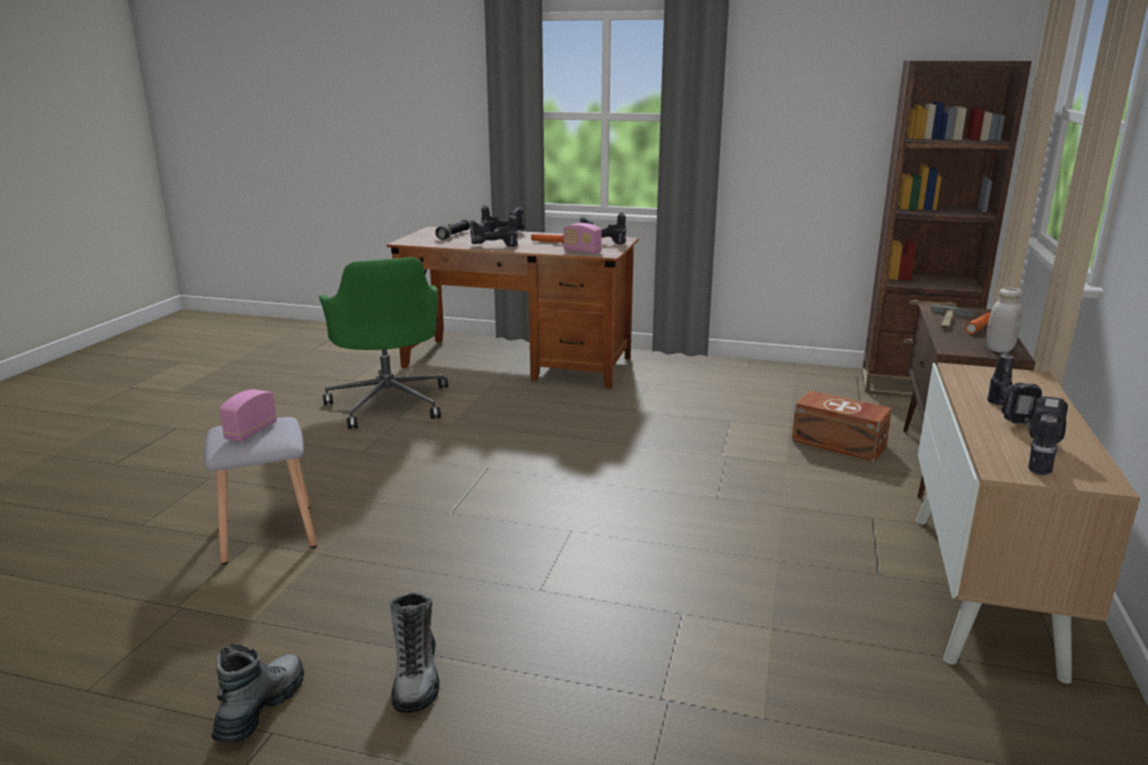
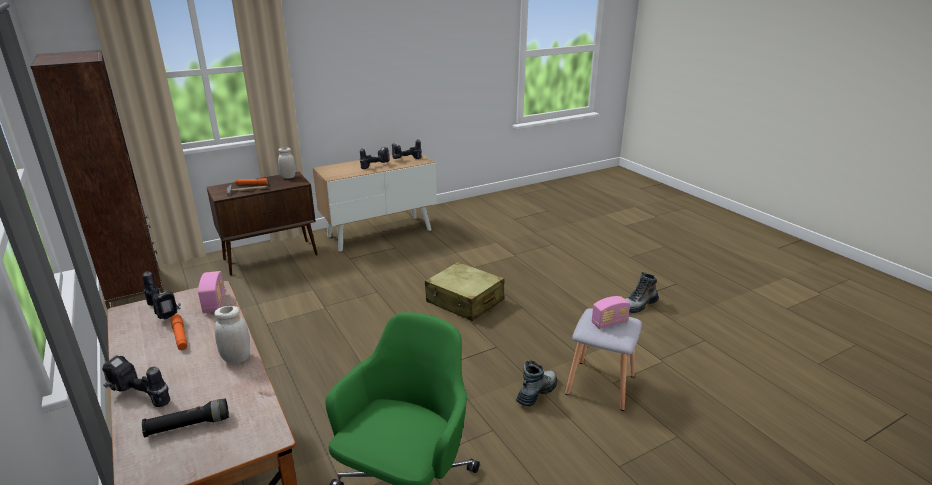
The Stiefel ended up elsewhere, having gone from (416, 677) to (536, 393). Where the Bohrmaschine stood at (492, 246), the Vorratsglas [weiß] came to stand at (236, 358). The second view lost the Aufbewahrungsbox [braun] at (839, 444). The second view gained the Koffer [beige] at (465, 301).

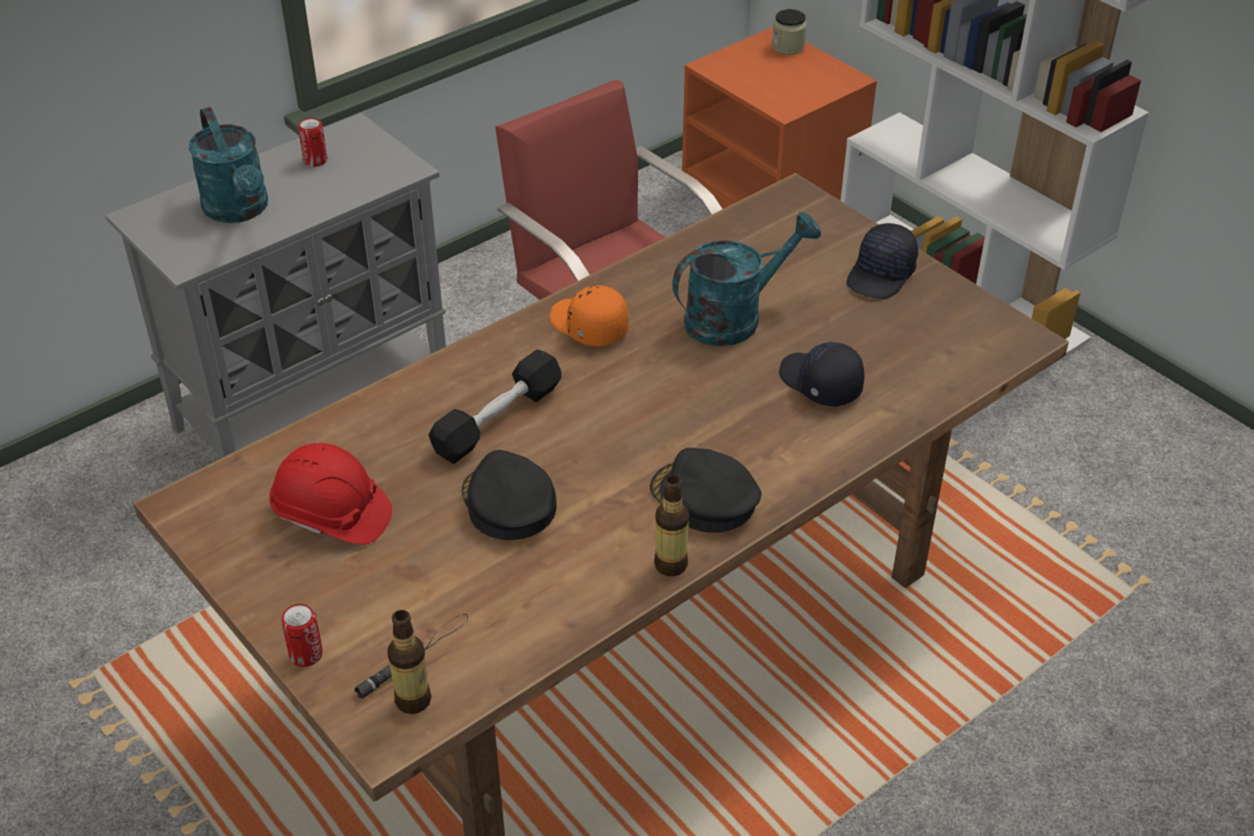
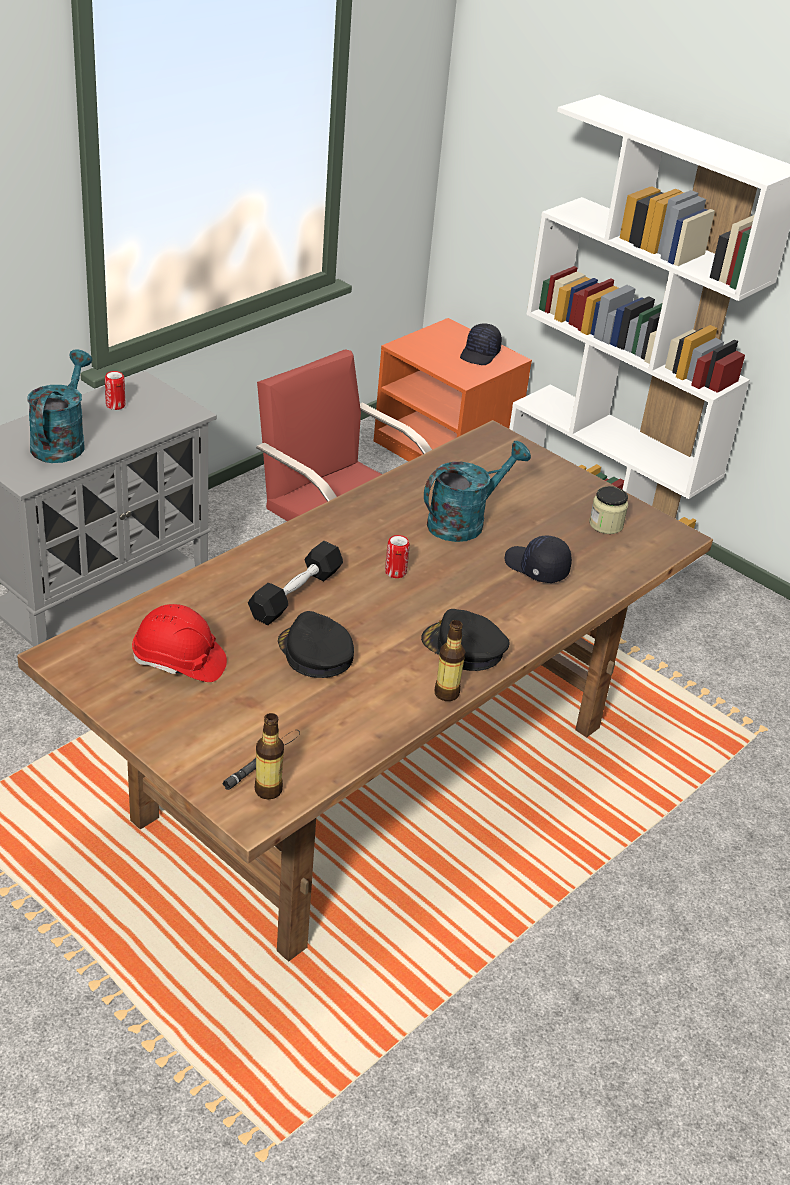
The Gießkanne [türkis] at (240, 210) ended up facing another way, 135 degrees counterclockwise from before. The Dose ended up elsewhere, having gone from (306, 654) to (395, 572). The second view lost the Kappe [orange] at (588, 326). The Vorratsglas ended up elsewhere, having gone from (788, 47) to (606, 524). The Kappe [schwarz] ended up elsewhere, having gone from (882, 275) to (480, 354).

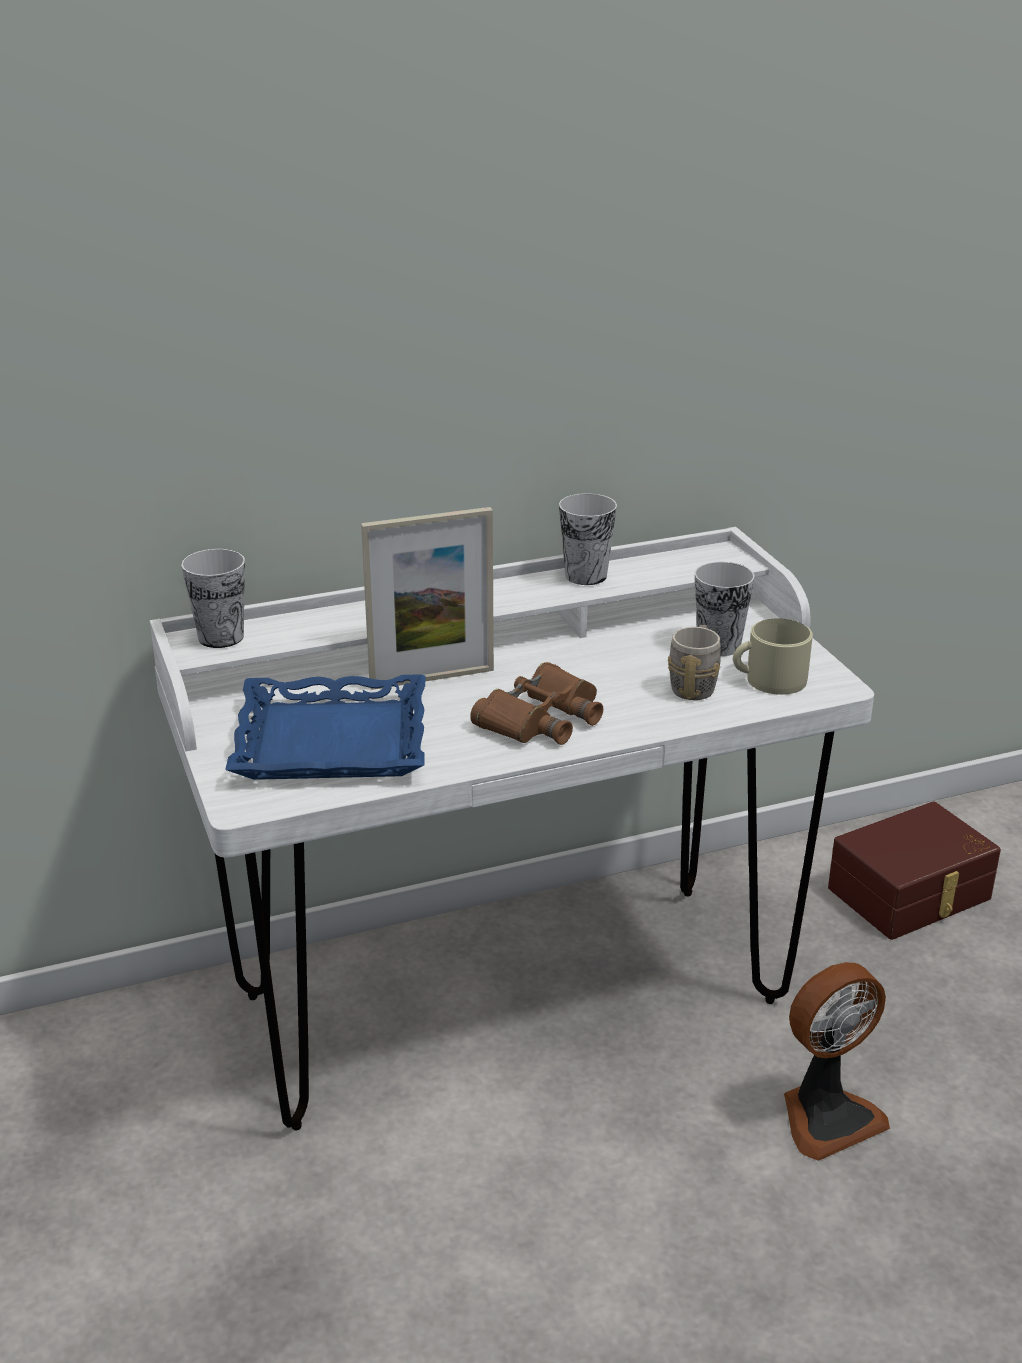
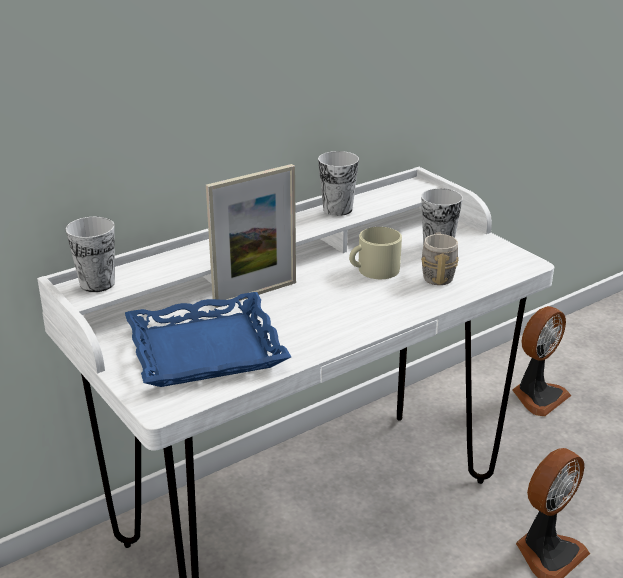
The second view lost the Fernglas [braun] at (541, 718). The Henkelbecher [beige] ended up elsewhere, having gone from (768, 680) to (373, 270). Where the Aufbewahrungsbox [braun] stood at (912, 895), the Ventilator came to stand at (537, 396).

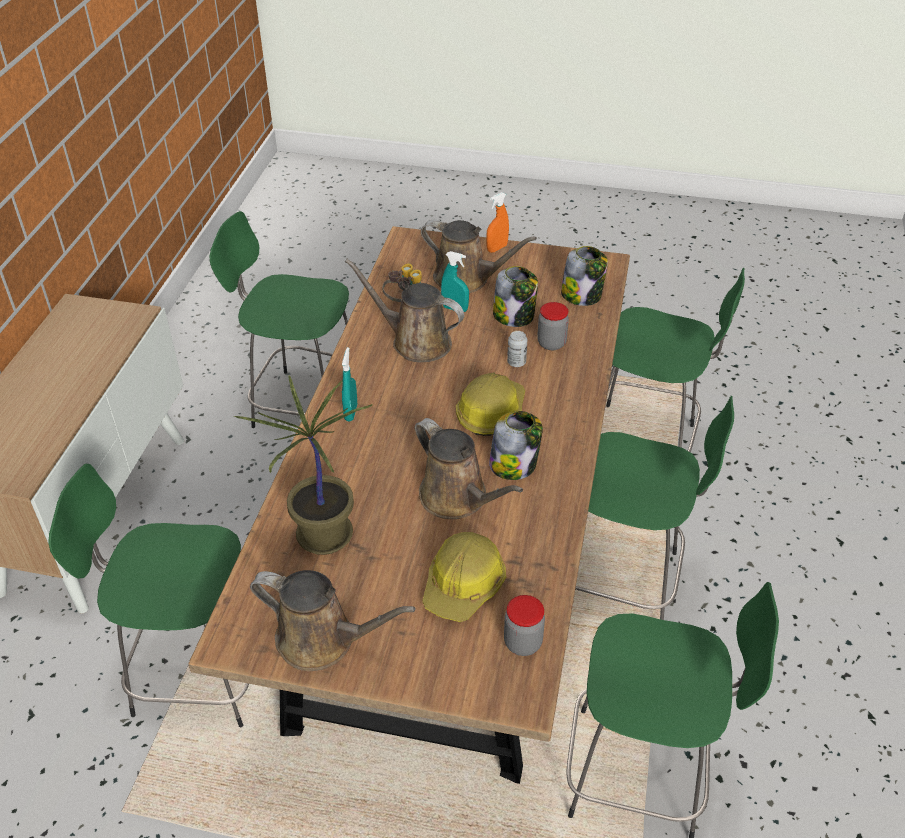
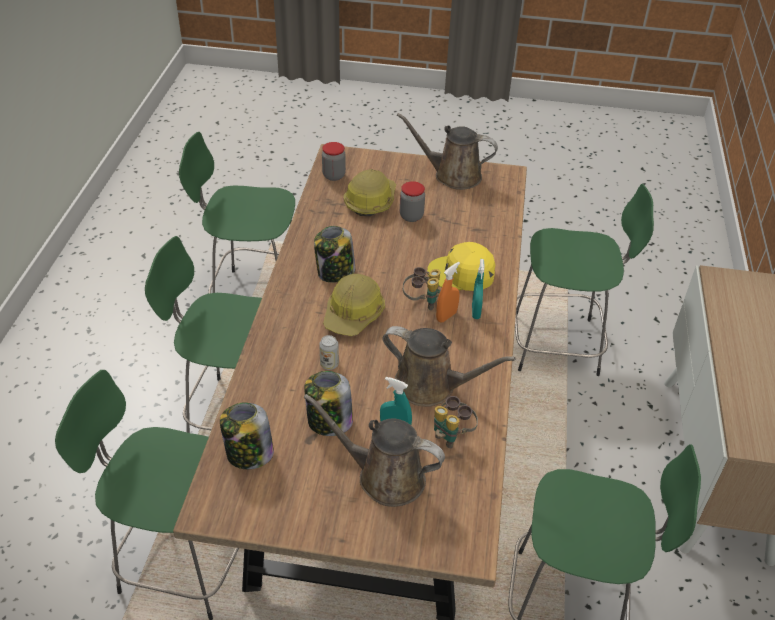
The second view lost the Topfpflanze at (324, 538). The second view lost the Gießkanne [braun] at (458, 498). The Sprühflasche [orange] ended up elsewhere, having gone from (497, 248) to (446, 316). The Vorratsglas ended up elsewhere, having gone from (551, 343) to (411, 216). The second view gained the Fernglas at (421, 302). The second view gained the Kappe [gelb] at (462, 274).

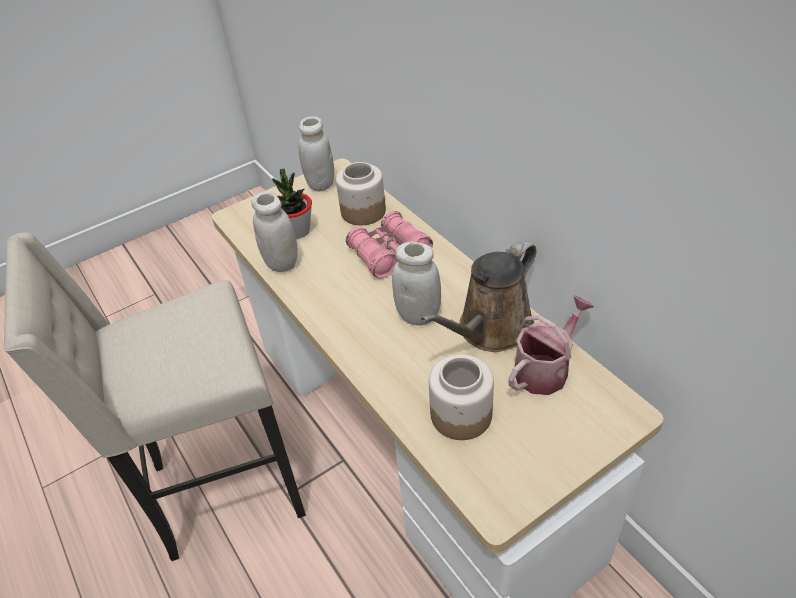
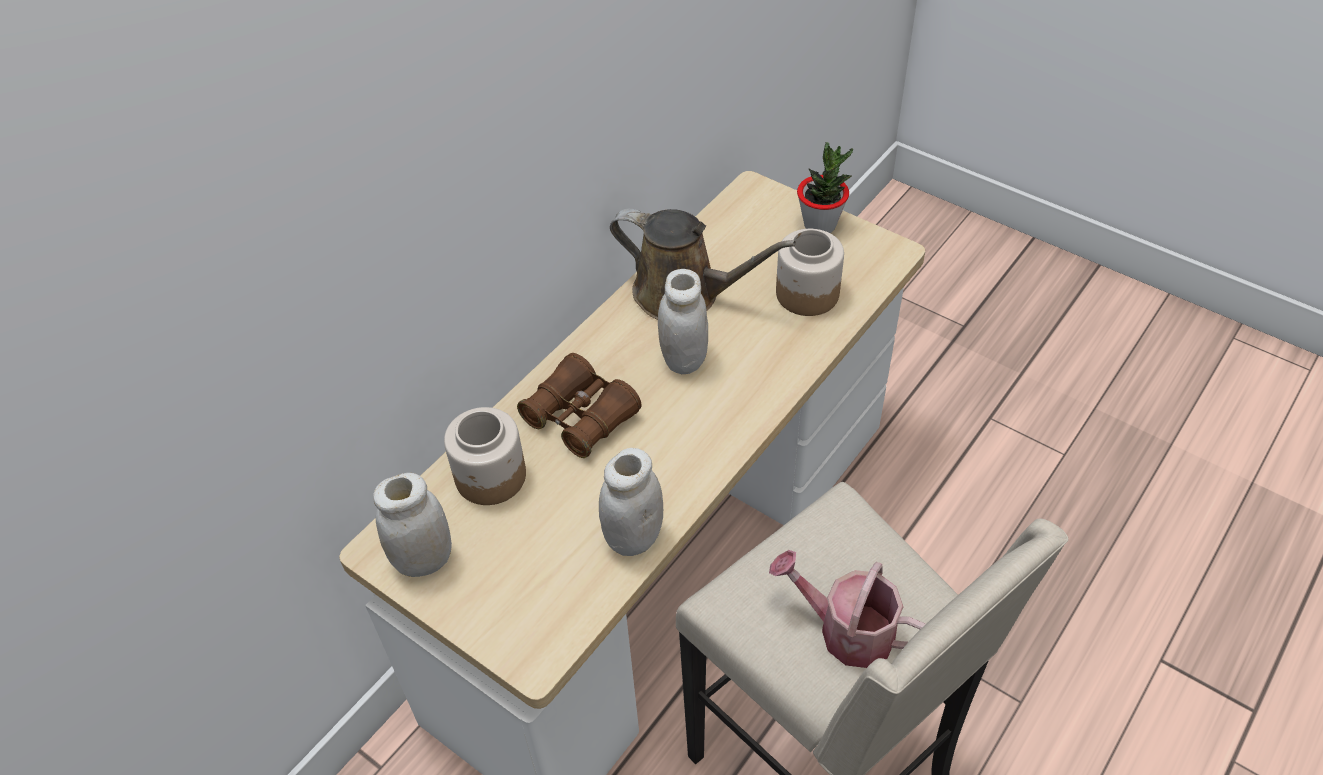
The Topfpflanze ended up elsewhere, having gone from (297, 231) to (820, 225). What was the Fernglas [rosa] at (389, 254) turned into the Fernglas [braun] at (580, 417). The Gießkanne ended up elsewhere, having gone from (546, 368) to (846, 630).

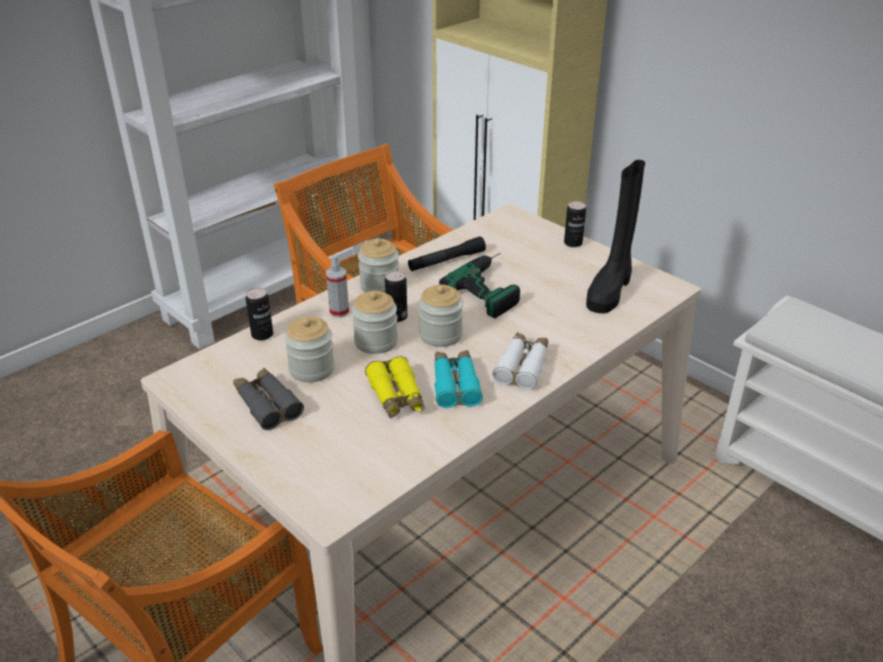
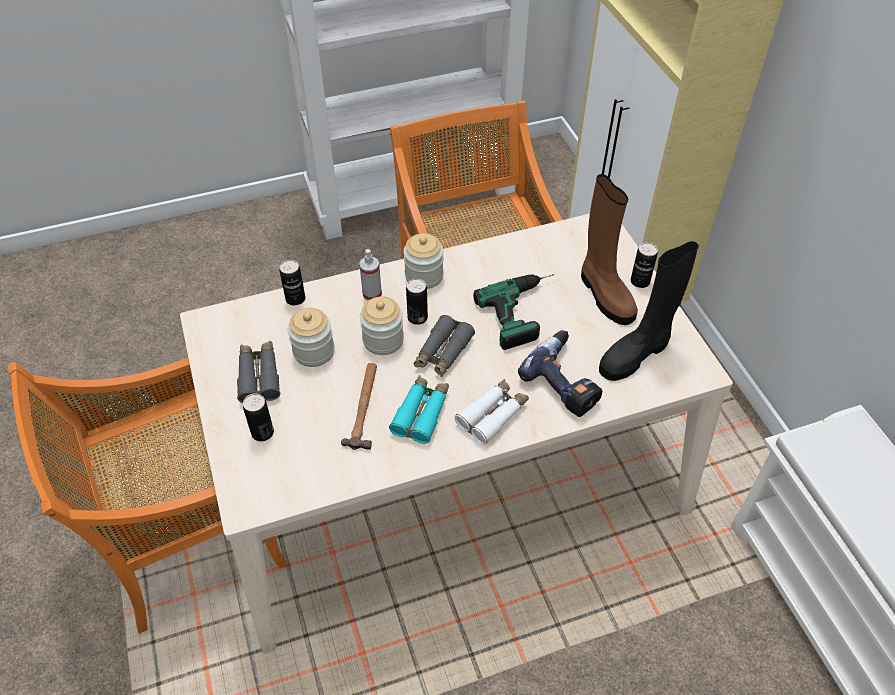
Where the Fernglas [gelb] stood at (396, 396), the Hammer came to stand at (364, 407). The second view lost the Taschenlampe [schwarz] at (446, 261). Where the Vorratsglas stood at (440, 335), the Fernglas [grau] came to stand at (443, 353). The second view gained the Dose at (262, 432). The second view gained the Bohrmaschine at (566, 380). The second view gained the Stiefel [braun] at (604, 295).

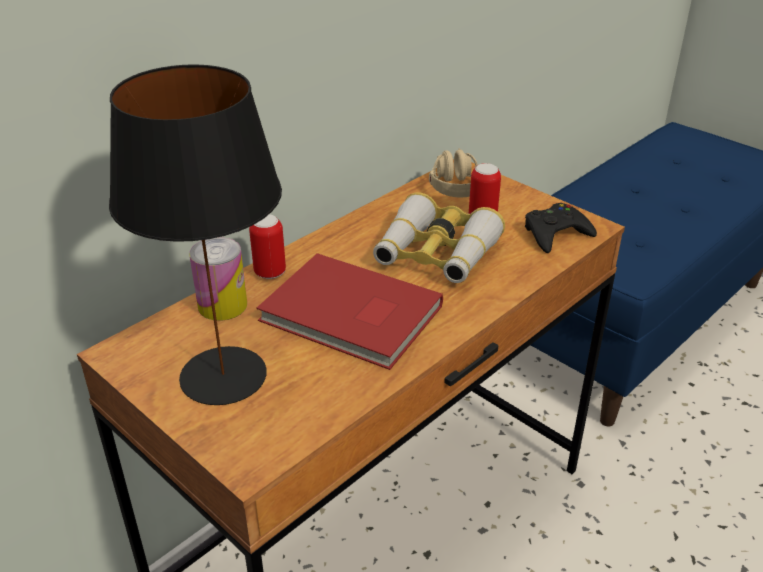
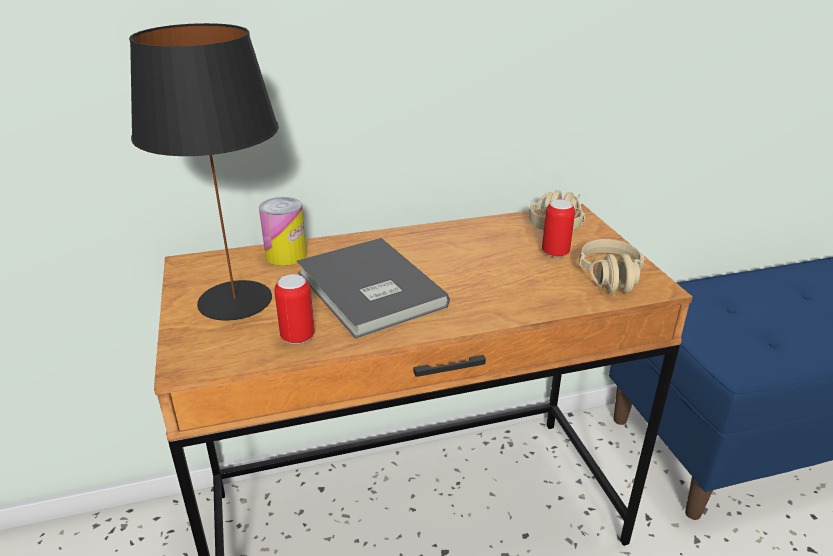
The Dose ended up elsewhere, having gone from (270, 272) to (297, 337). What was the Buch [rot] at (351, 316) turned into the Buch [grau] at (368, 291). The second view lost the Fernglas at (436, 253). Where the Gamepad [schwarz] stood at (556, 234), the Kopfhörer [beige] came to stand at (612, 283).

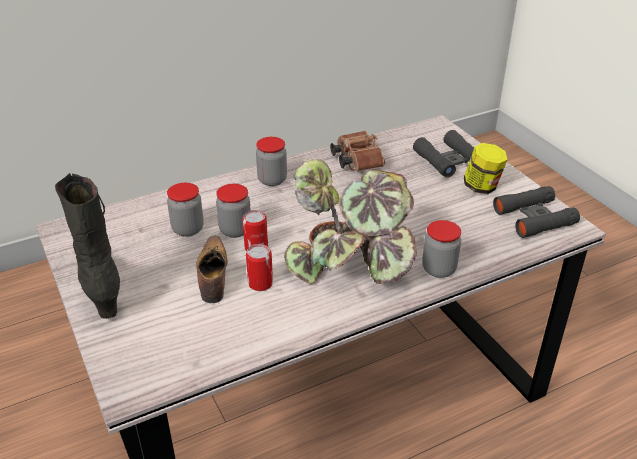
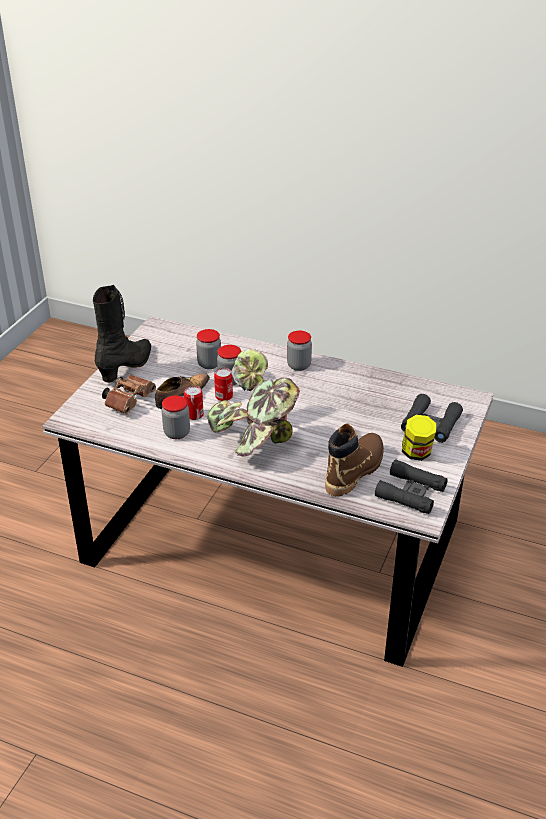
The Fernglas [braun] ended up elsewhere, having gone from (356, 160) to (129, 400). The Vorratsglas ended up elsewhere, having gone from (439, 269) to (177, 433). The second view gained the Stiefel [braun] at (355, 470).

